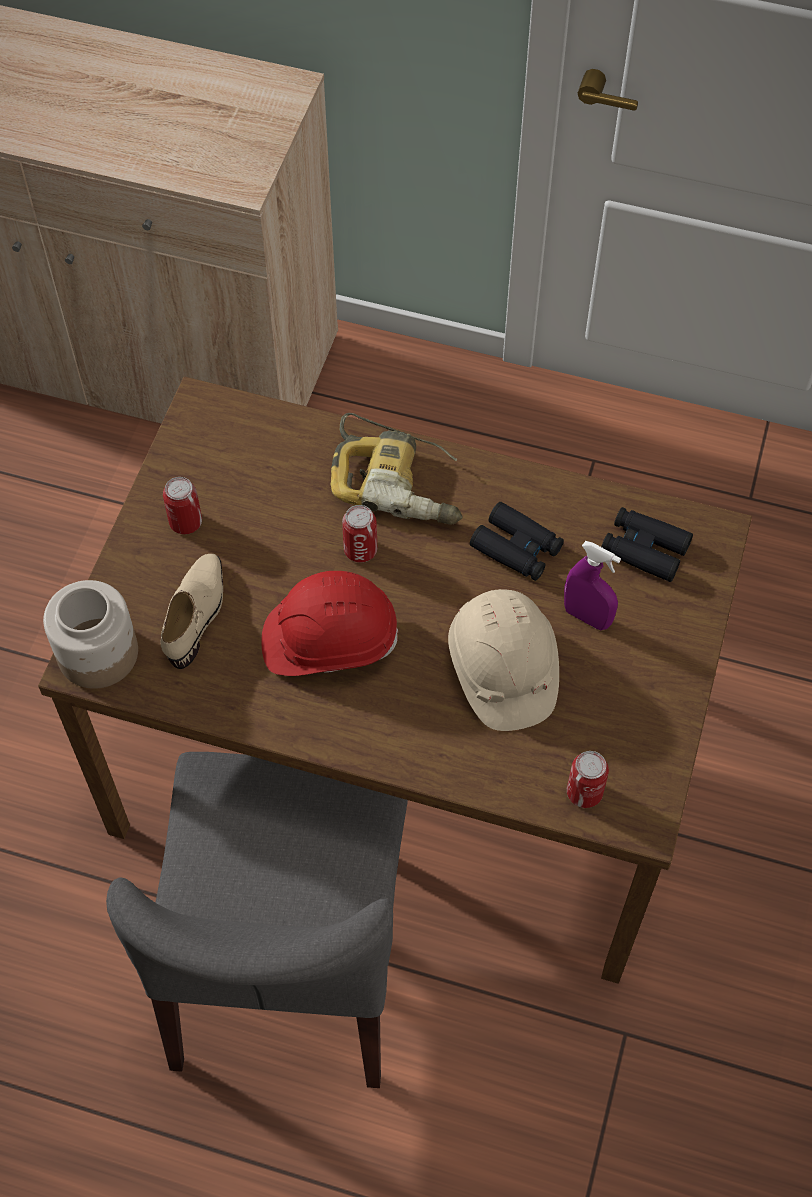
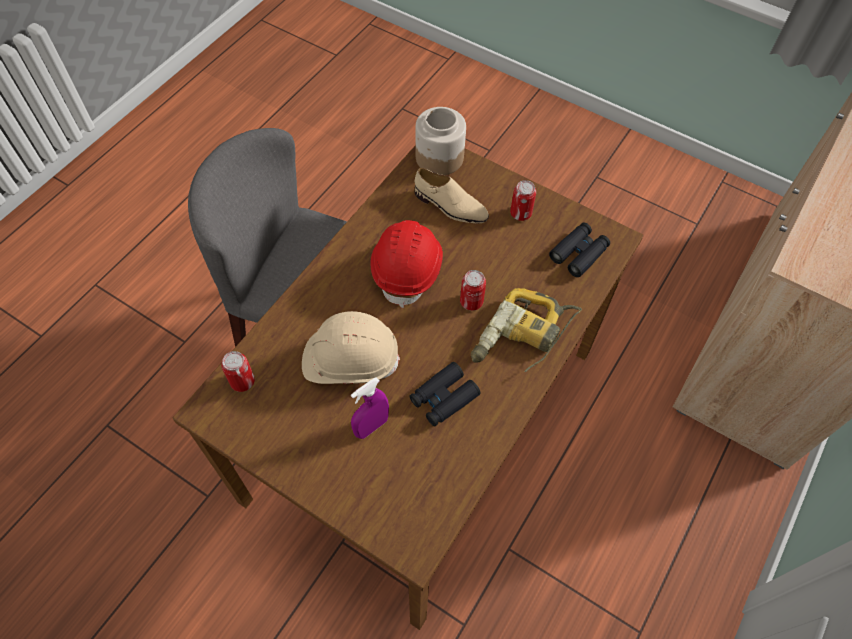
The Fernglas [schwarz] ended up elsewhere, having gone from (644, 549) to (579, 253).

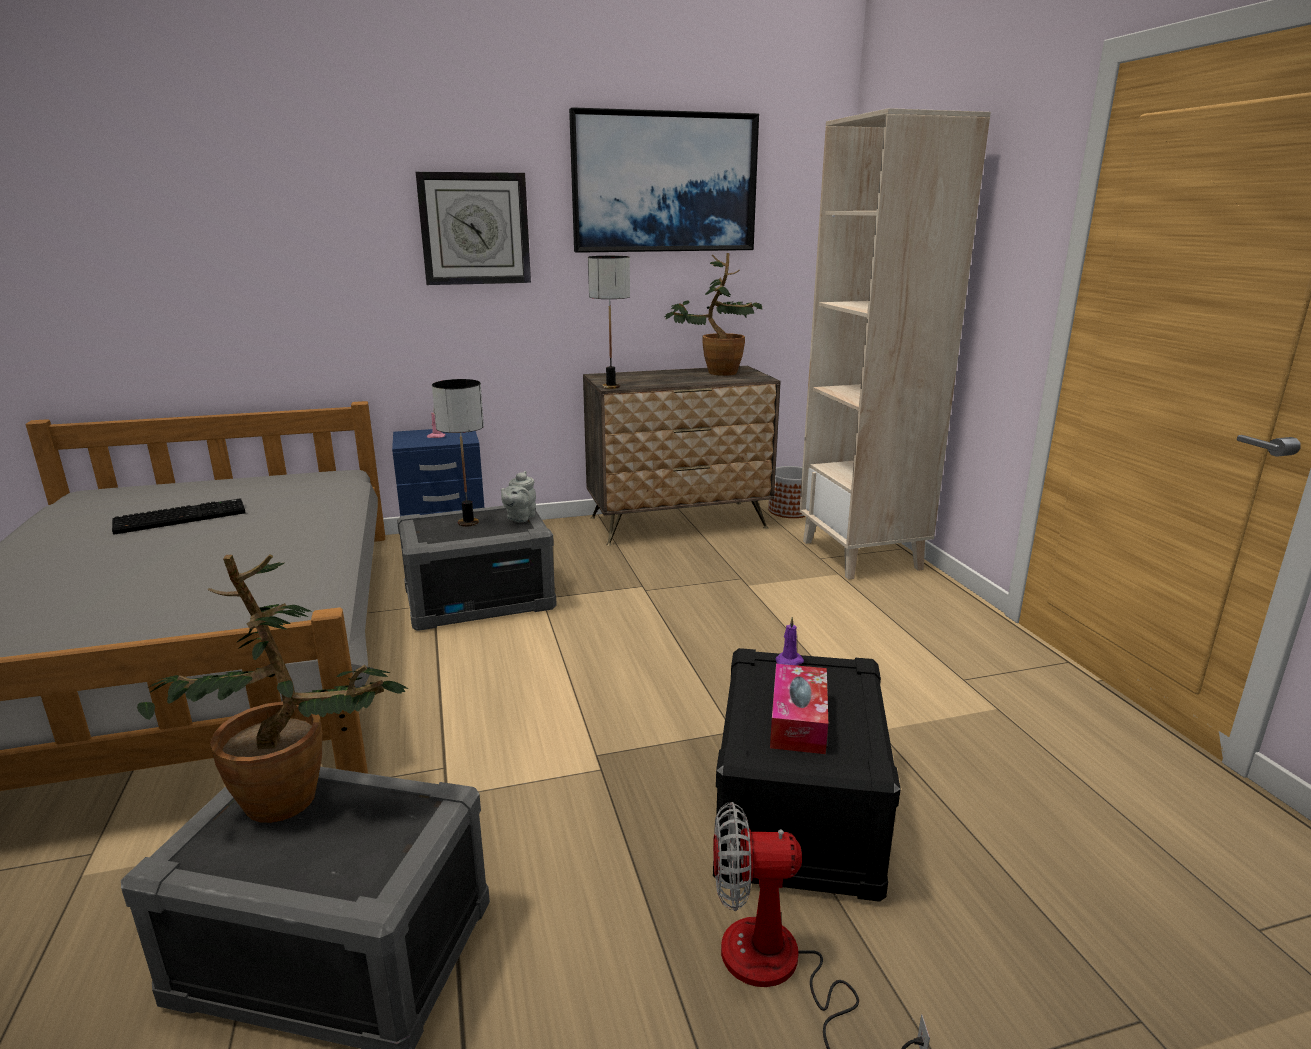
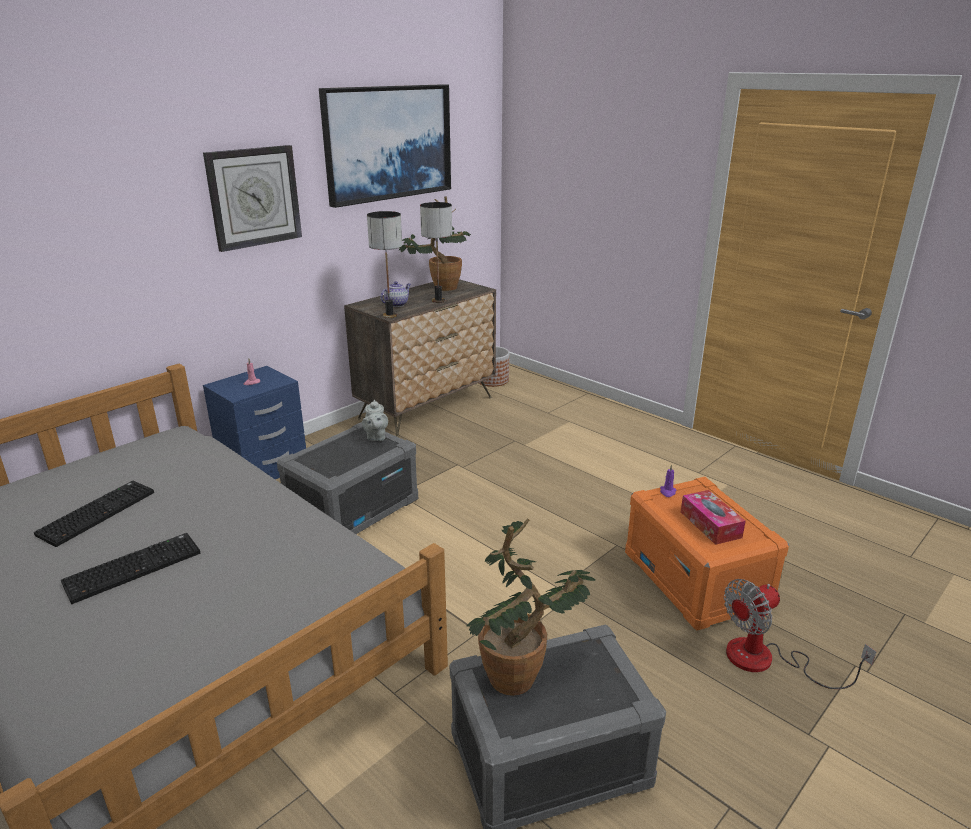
The Tischlampe ended up elsewhere, having gone from (468, 523) to (438, 301). What was the Aufbewahrungsbox [schwarz] at (799, 815) turned into the Aufbewahrungsbox [orange] at (697, 579). The second view lost the Bücherregal [beige] at (862, 555). The second view gained the Tastatur at (134, 567). The second view gained the Teekanne at (396, 304).

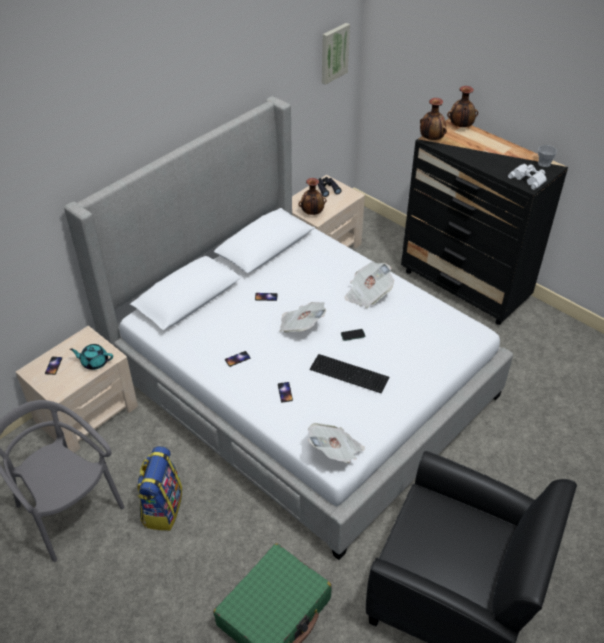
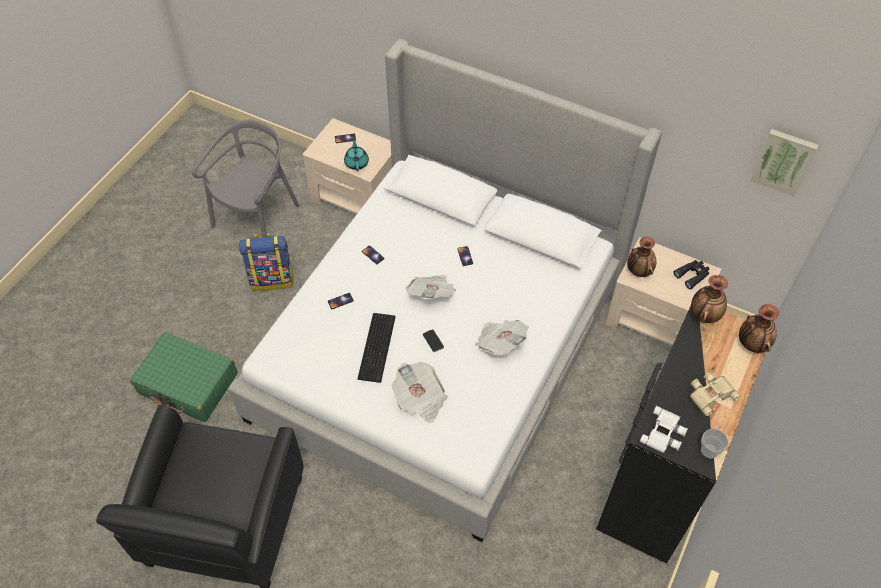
The Zeitung ended up elsewhere, having gone from (335, 451) to (420, 399). The second view gained the Fernglas [beige] at (710, 393).

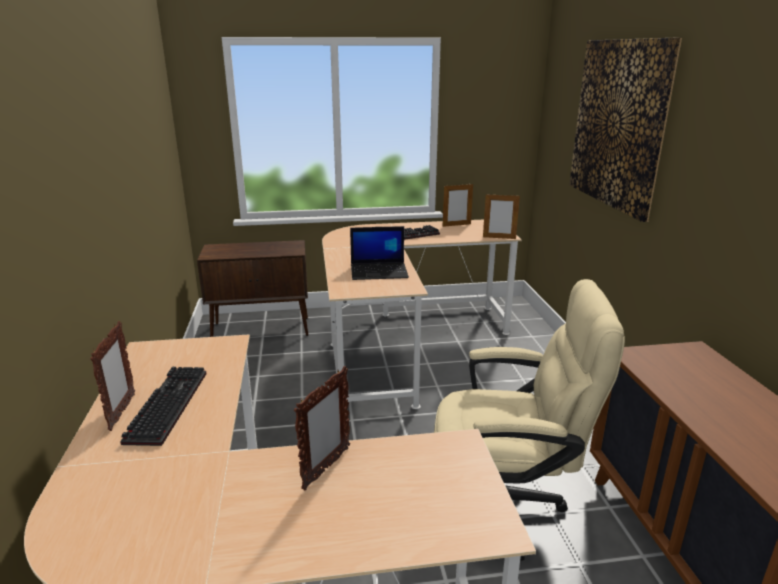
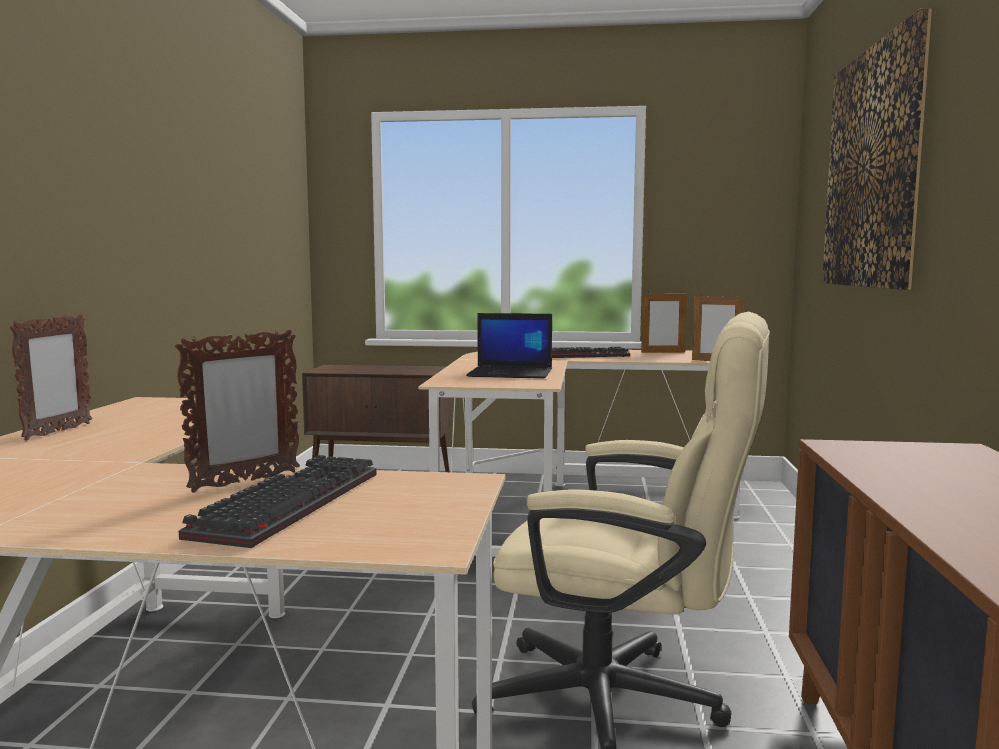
The Tastatur ended up elsewhere, having gone from (166, 405) to (288, 502).

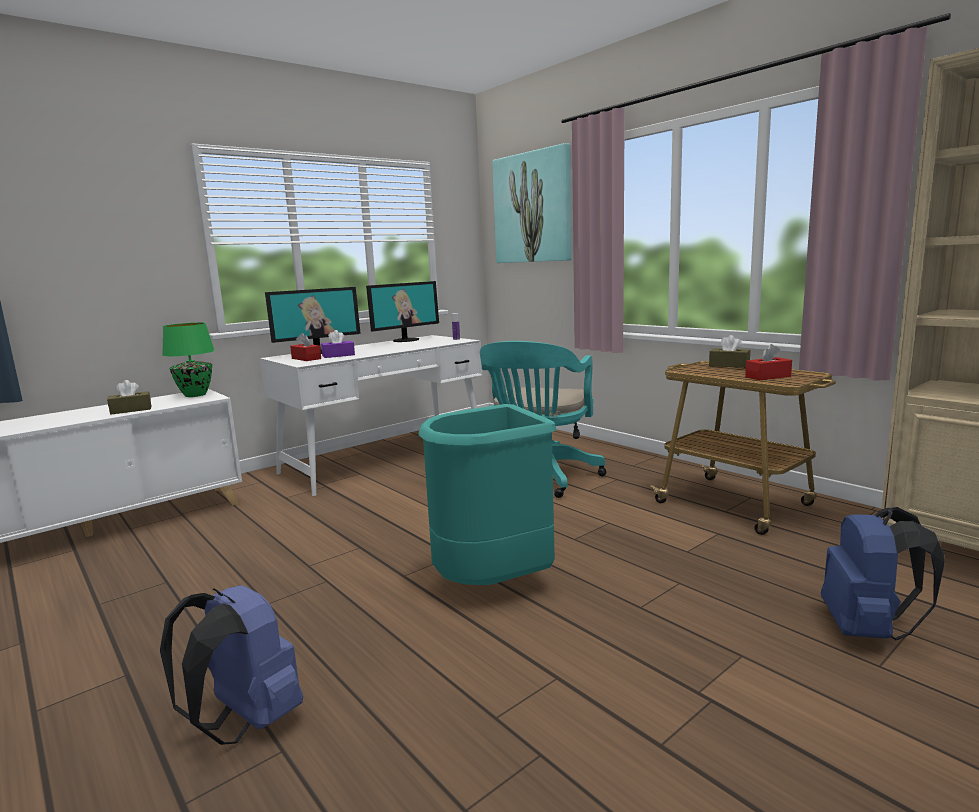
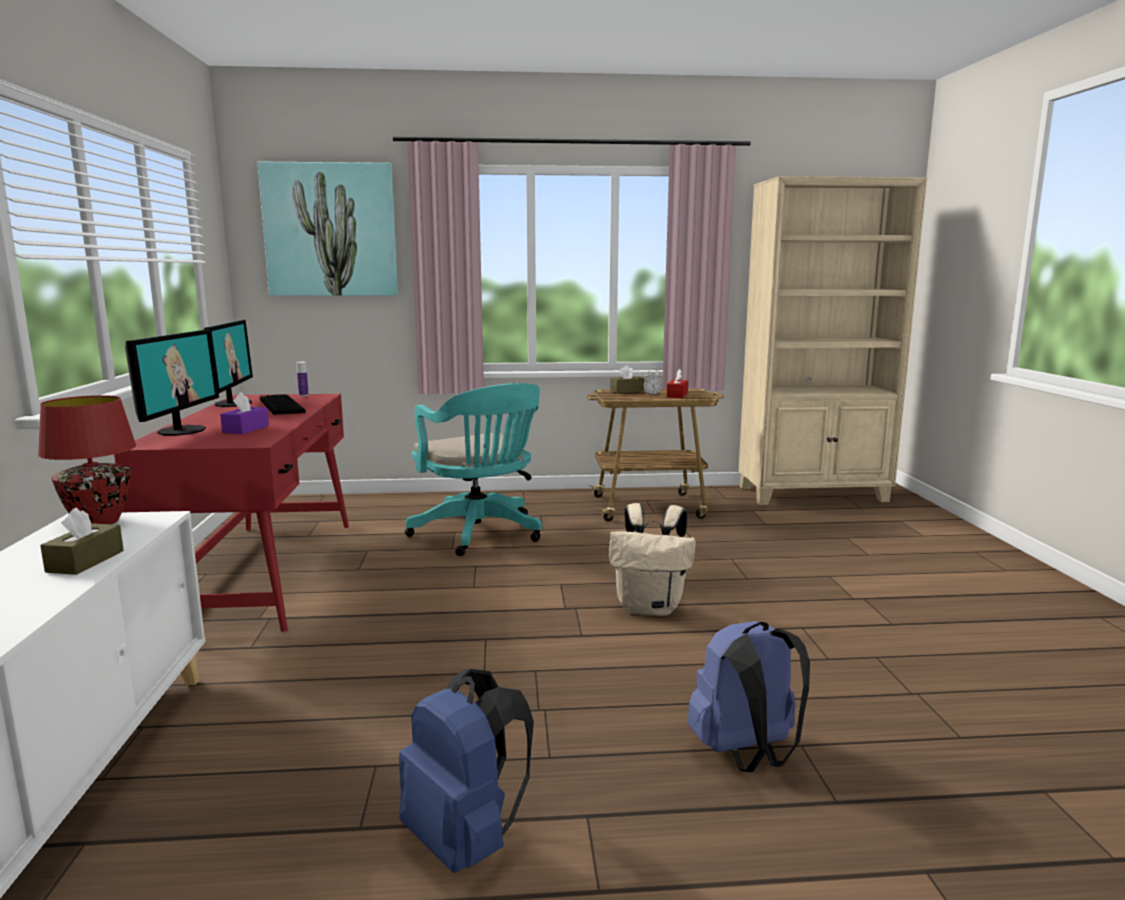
What was the Tischlampe [grün] at (195, 395) turned into the Tischlampe [rot] at (99, 523). What was the Schreibtisch [weiß] at (385, 459) turned into the Schreibtisch [rot] at (264, 571). The second view lost the Taschentuchbox [rot] at (306, 358). Where the Mülleimer [türkis] stood at (494, 584), the Rucksack [beige] came to stand at (651, 608). The Rucksack [blau] ended up elsewhere, having gone from (868, 630) to (466, 839). The second view gained the Tastatur at (279, 406). The second view gained the Wecker at (652, 394).

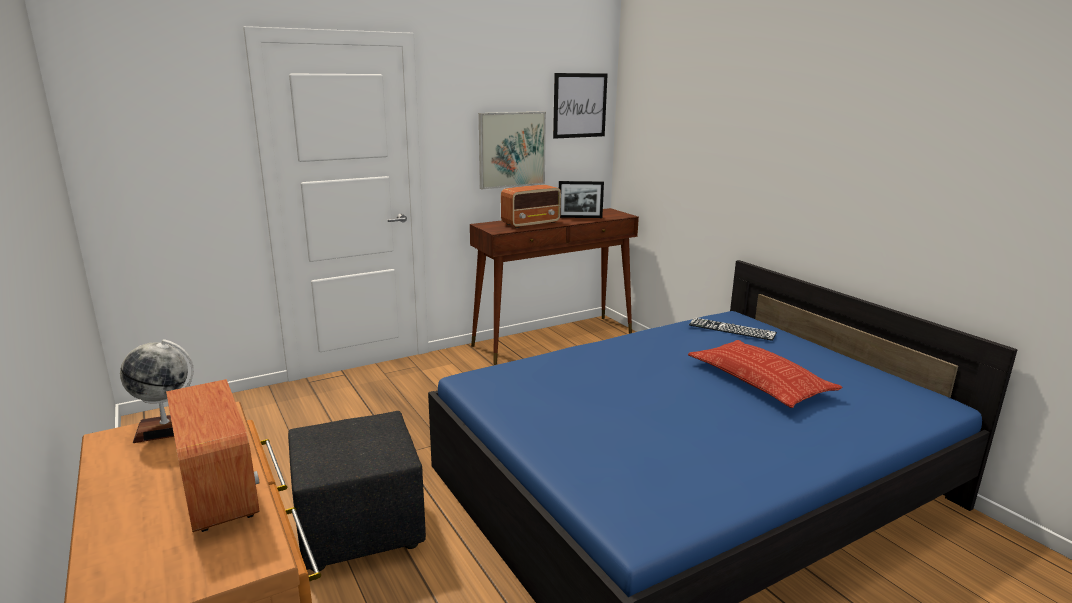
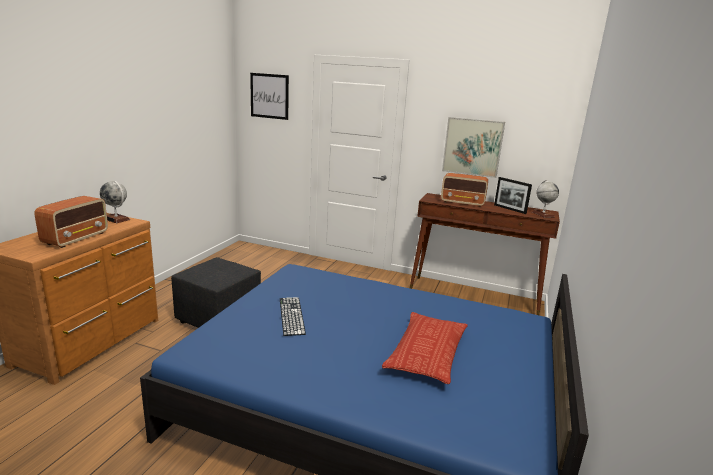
The Bild ended up elsewhere, having gone from (579, 105) to (269, 96). The Tastatur ended up elsewhere, having gone from (731, 329) to (291, 315). The second view gained the Globus at (543, 214).

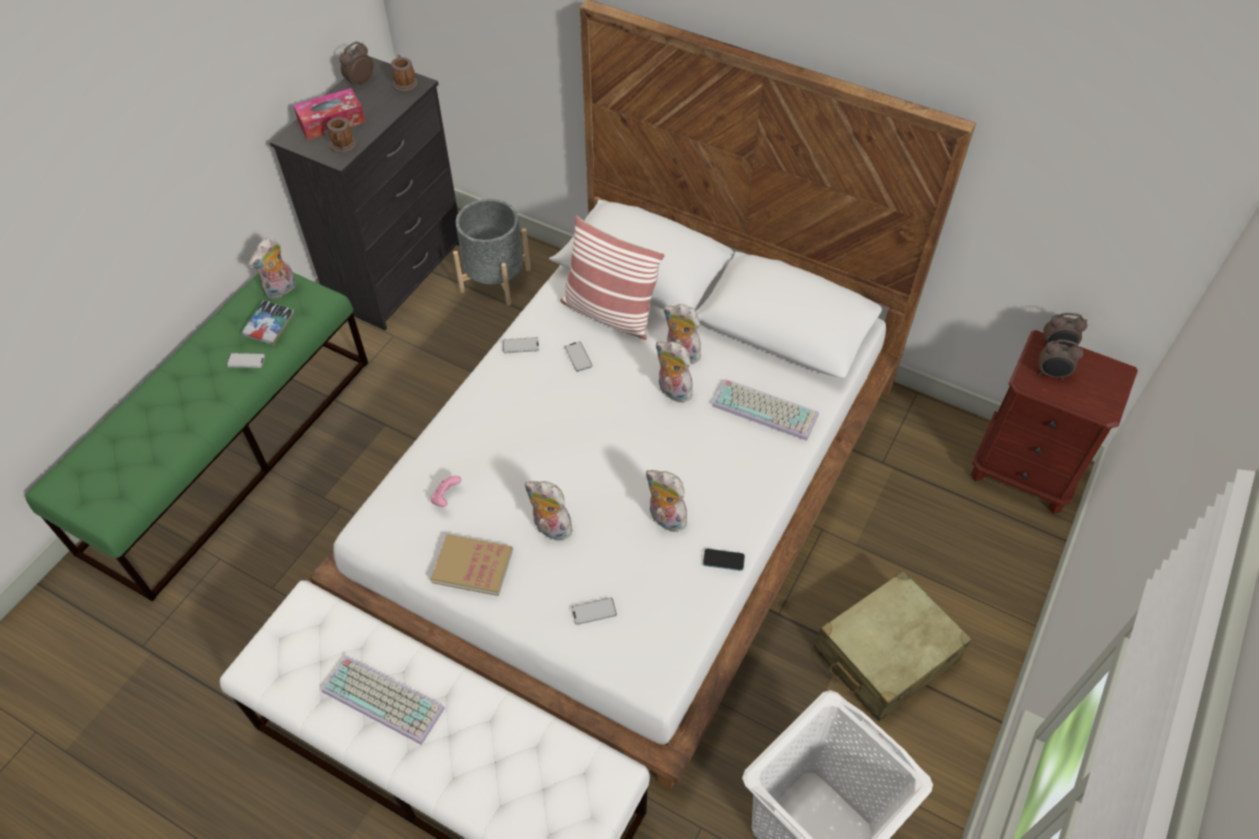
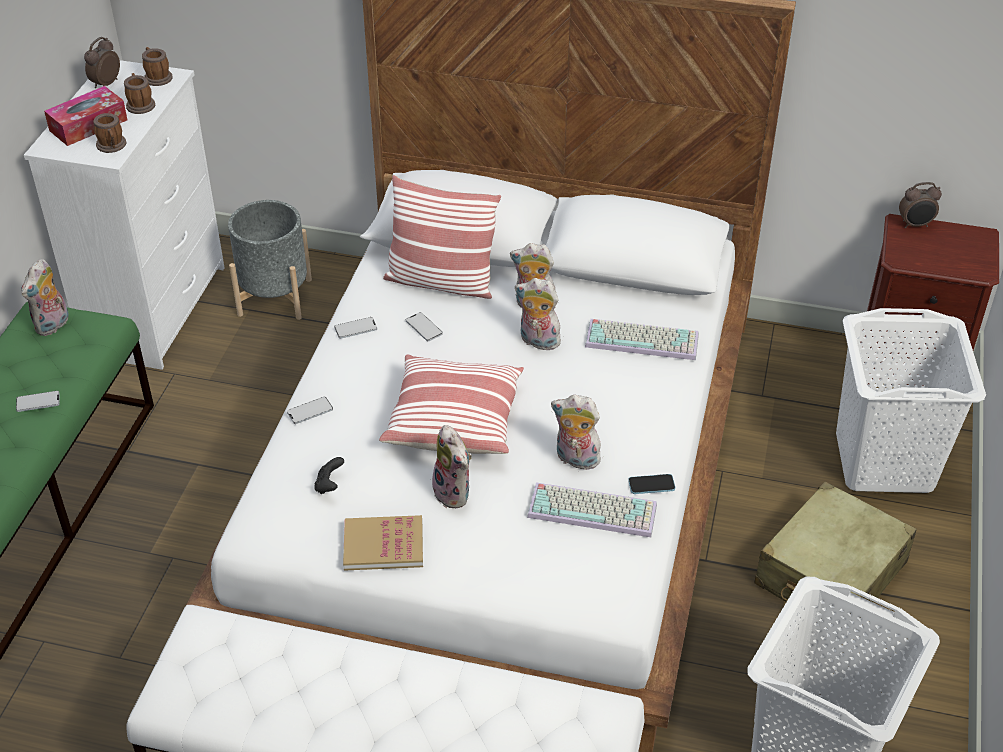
The second view lost the Buch at (270, 326). What was the Kommode [schwarz] at (398, 273) turned into the Kommode [weiß] at (157, 309). The Tastatur ended up elsewhere, having gone from (385, 698) to (594, 509). What was the Gamepad [rosa] at (446, 498) turned into the Gamepad [schwarz] at (329, 485). The Plüschtier at (550, 528) ended up facing another way, 135 degrees counterclockwise from before. The Handy ended up elsewhere, having gone from (594, 611) to (310, 411). The second view lost the Wecker at (1051, 374). The second view gained the Henkelbecher at (140, 104). The second view gained the Kissen at (454, 420). The second view gained the Wäschekorb [weiß] at (885, 461).

